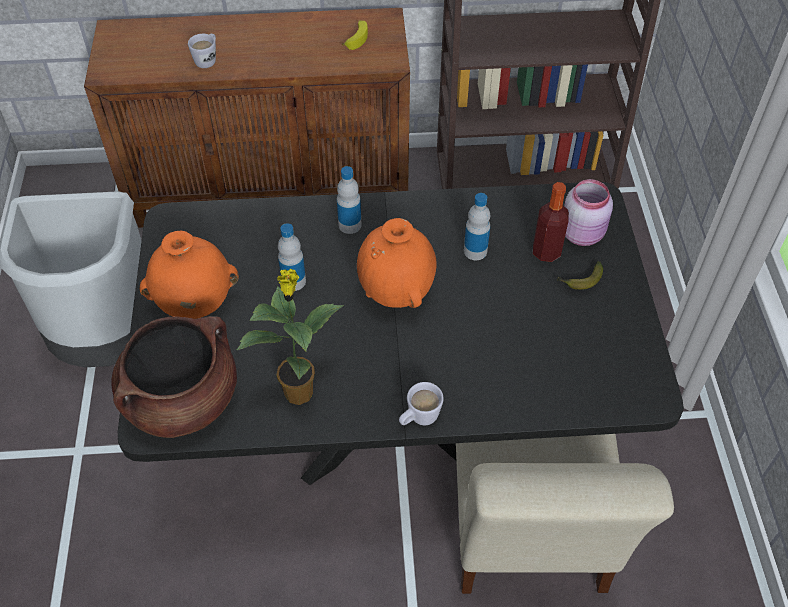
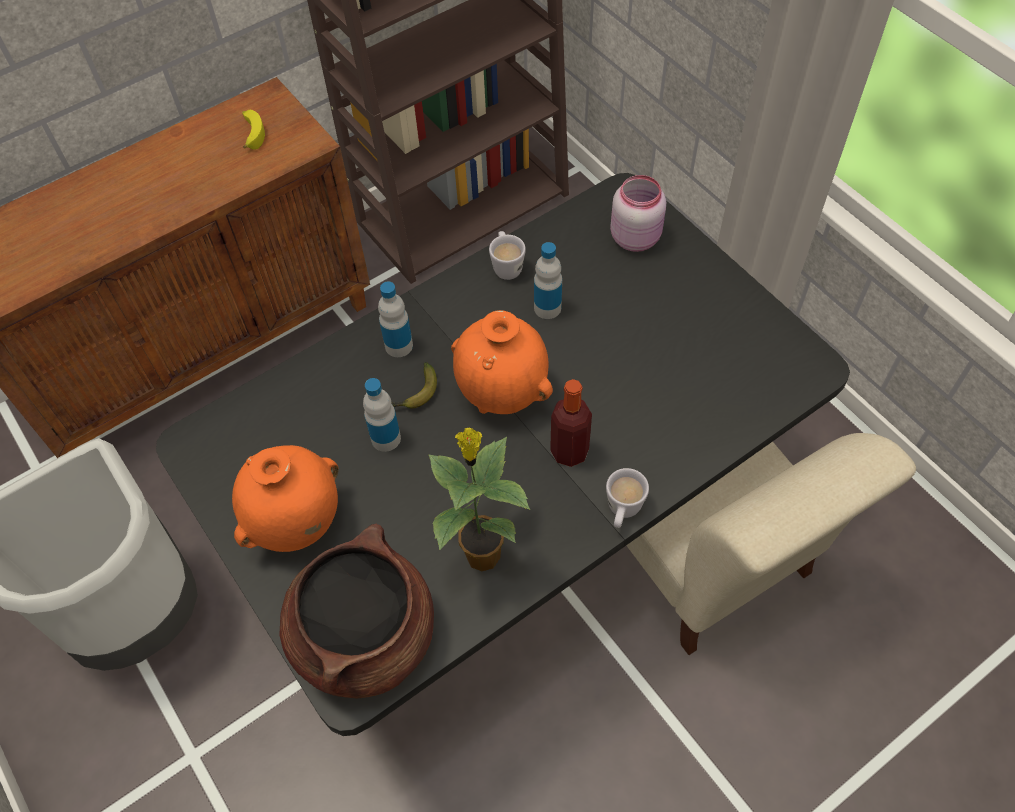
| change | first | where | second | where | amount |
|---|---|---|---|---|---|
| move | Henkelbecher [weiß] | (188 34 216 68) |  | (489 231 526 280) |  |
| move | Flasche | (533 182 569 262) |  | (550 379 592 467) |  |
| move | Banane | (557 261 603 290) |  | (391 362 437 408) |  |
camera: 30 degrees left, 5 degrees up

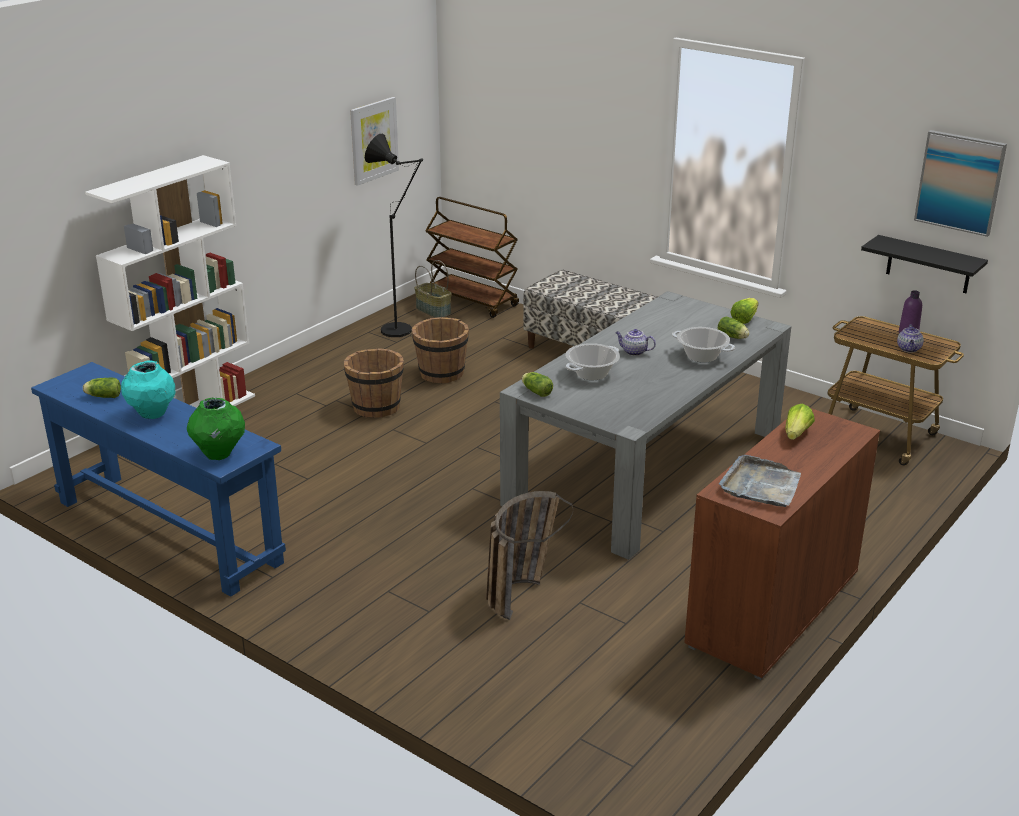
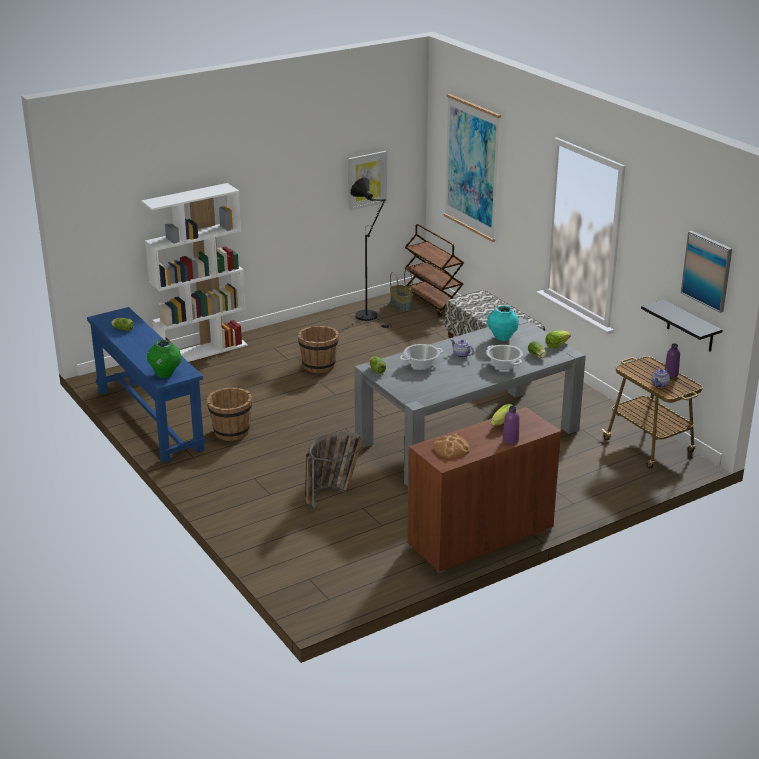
| change | first | where | second | where | amount |
|---|---|---|---|---|---|
| insert |  |  | Bild | (444 94 501 242) |  |
| insert |  |  | Flasche [lila] | (503 406 520 444) |  |
| move | Vase [türkis] | (121 360 175 419) |  | (487 305 519 341) |  |
| move | Eimer [braun] | (412 317 469 384) |  | (206 387 252 441) |  |
| replace | Tablett [grau] | (719 455 801 507) | Brot | (434 434 470 458) |  |
camera: 20 degrees right, 0 degrees up

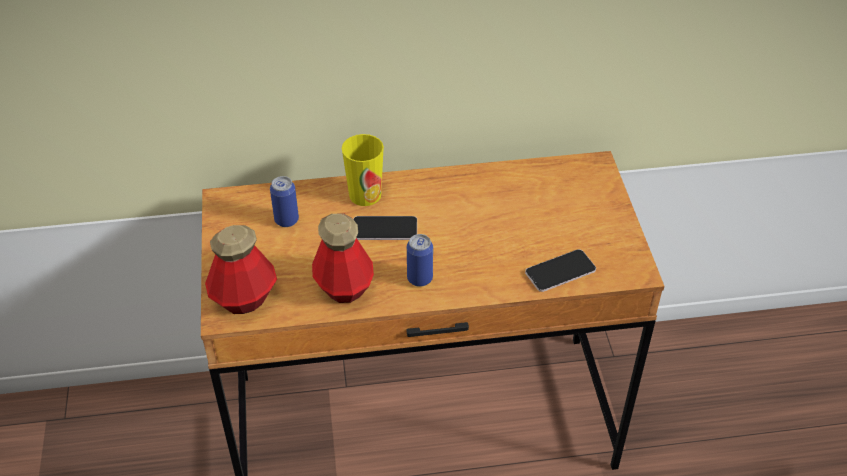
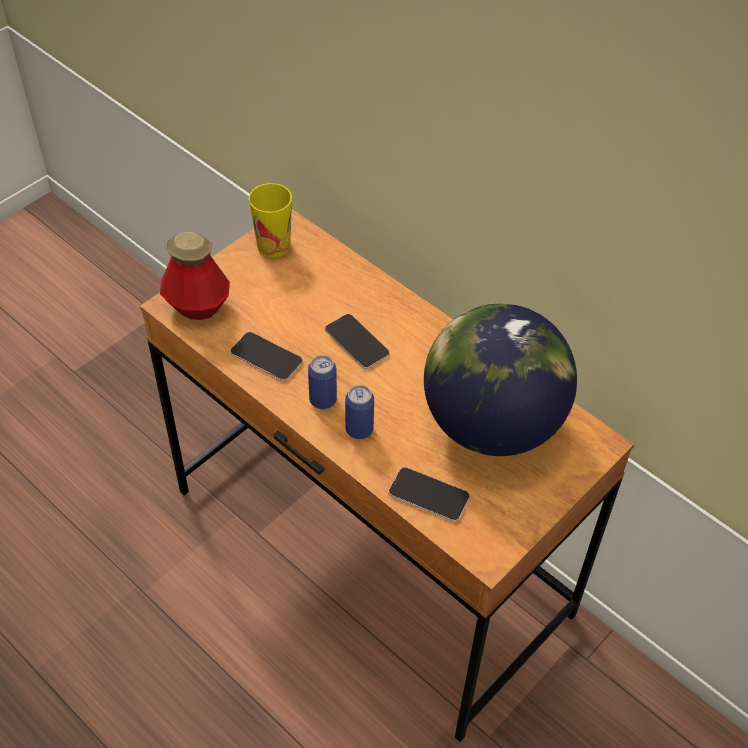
| change | first | where | second | where | amount |
|---|---|---|---|---|---|
| insert |  |  | Globus | (424 303 577 456) |  |
| move | Dose | (270 176 299 227) |  | (345 385 374 439) |  |
| move | Tasse | (342 134 384 206) |  | (249 183 292 258) |  |
| replace | Flasche | (312 214 374 303) | Handy | (230 332 303 381) |  |
camera: 50 degrees right, 5 degrees up

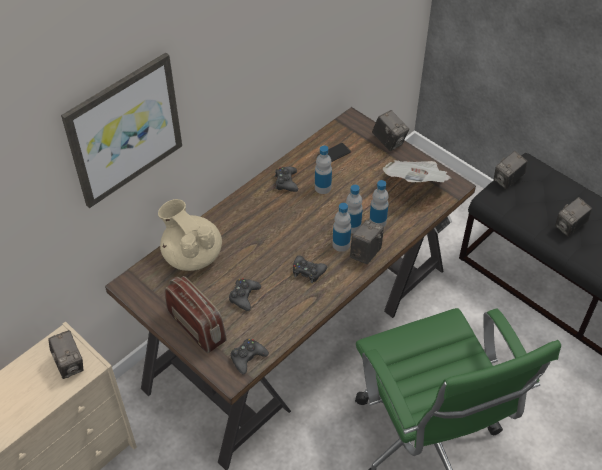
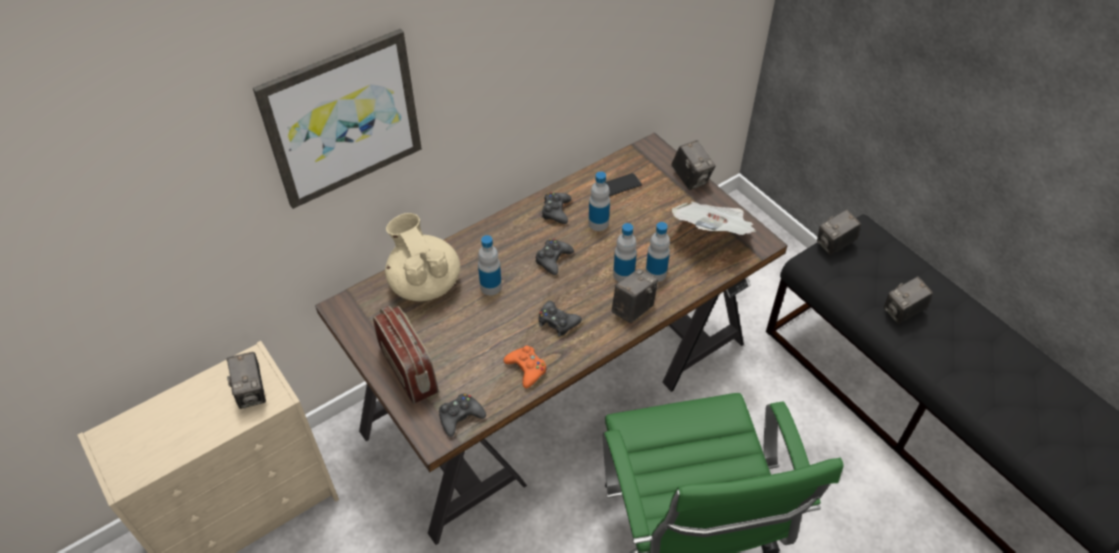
| change | first | where | second | where | amount |
|---|---|---|---|---|---|
| insert |  |  | Gamepad [orange] | (503 346 547 388) |  |
| move | Gamepad [schwarz] | (229 278 261 311) |  | (535 239 574 275) |  |
| move | Flasche | (332 203 351 252) |  | (478 235 502 295) |  |
camera: 10 degrees right, 0 degrees up

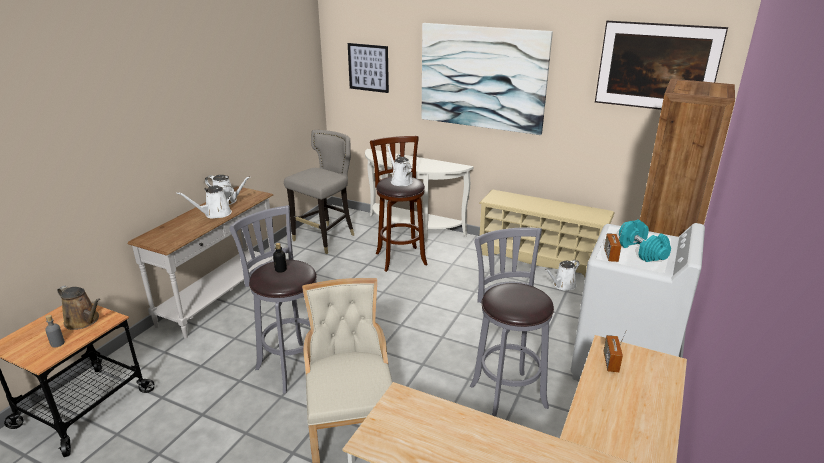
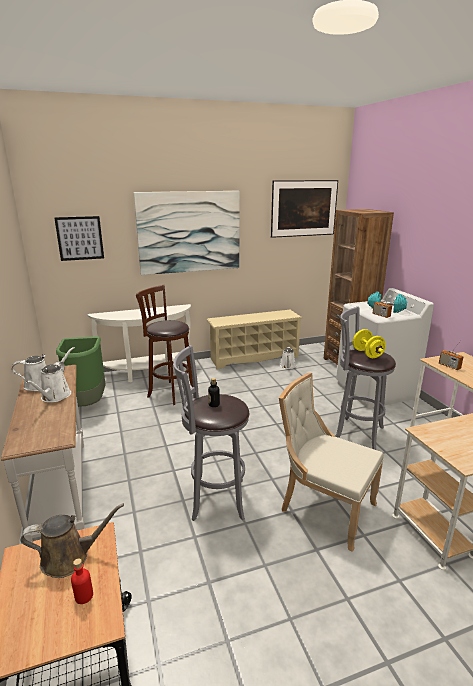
| change | first | where | second | where | amount |
|---|---|---|---|---|---|
| delete | Gießkanne [weiß] | (387 146 413 186) |  |  |  |
| insert |  |  | Hantel [gelb] | (353 329 386 358) |  |
| replace | Hocker [grau] | (284 130 354 254) | Mülleimer [grün] | (56 336 106 407) |  |
| recolor | Flasche [grau] | (45 315 65 348) | Flasche [rot] | (71 558 93 604) |  |
camera: 45 degrees left, 5 degrees down

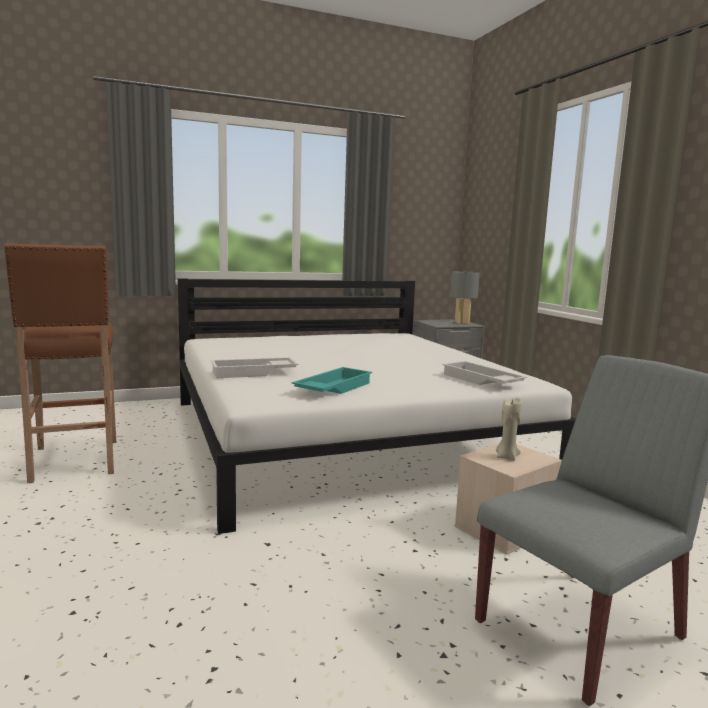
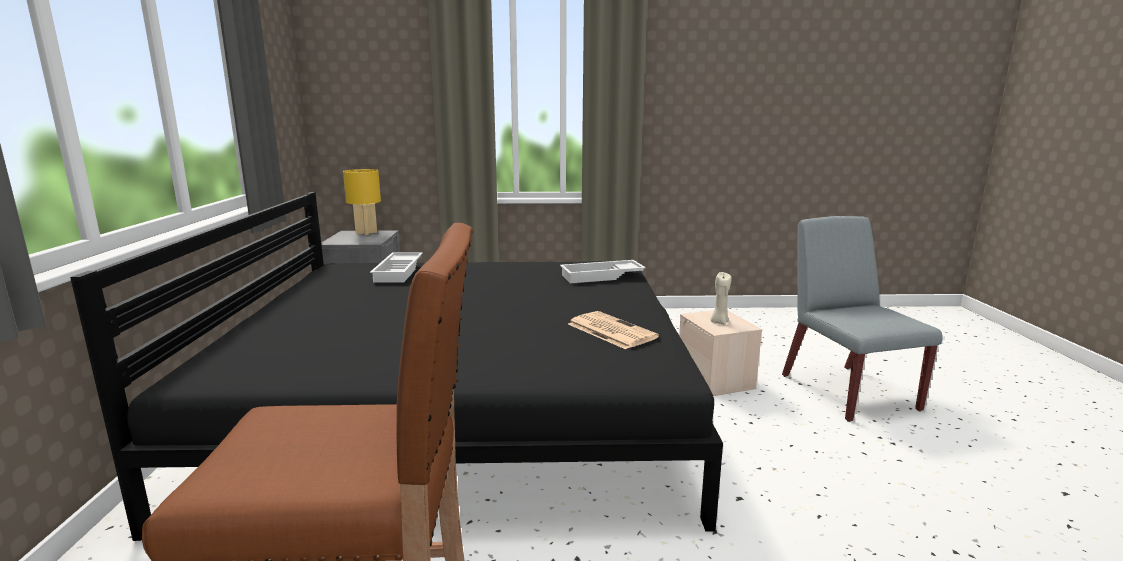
| change | first | where | second | where | amount |
|---|---|---|---|---|---|
| move | Tablett [weiß] | (211 357 298 378) |  | (370 252 423 283) |  |
| replace | Tablett [türkis] | (292 367 372 394) | Zeitung | (568 311 659 349) |  |
| recolor | Bett [weiß] | (178 278 576 534) | Bett [schwarz] | (70 192 723 541) |  |
| recolor | Tischlampe [grau] | (450 271 480 324) | Tischlampe [gelb] | (343 169 381 235) |  |
camera: 70 degrees left, 5 degrees up

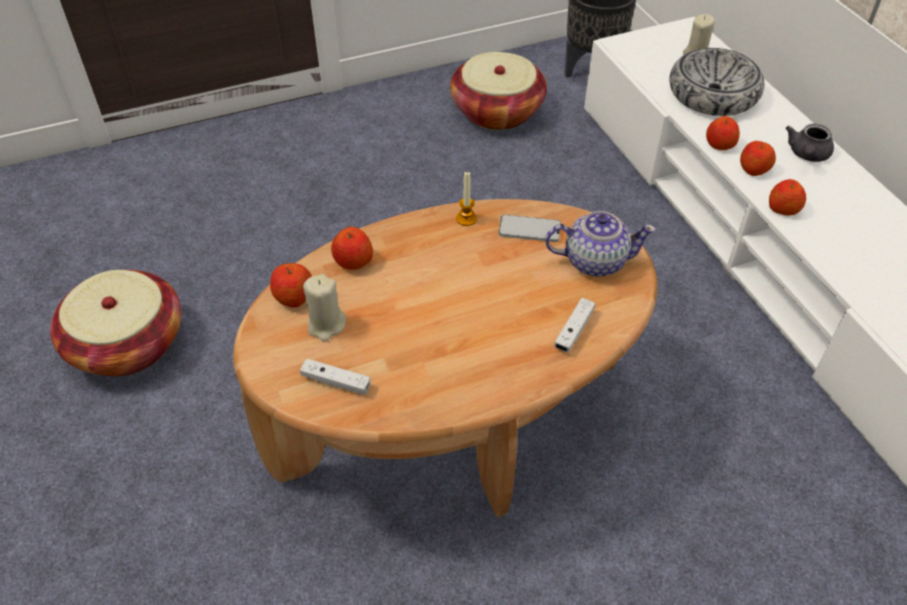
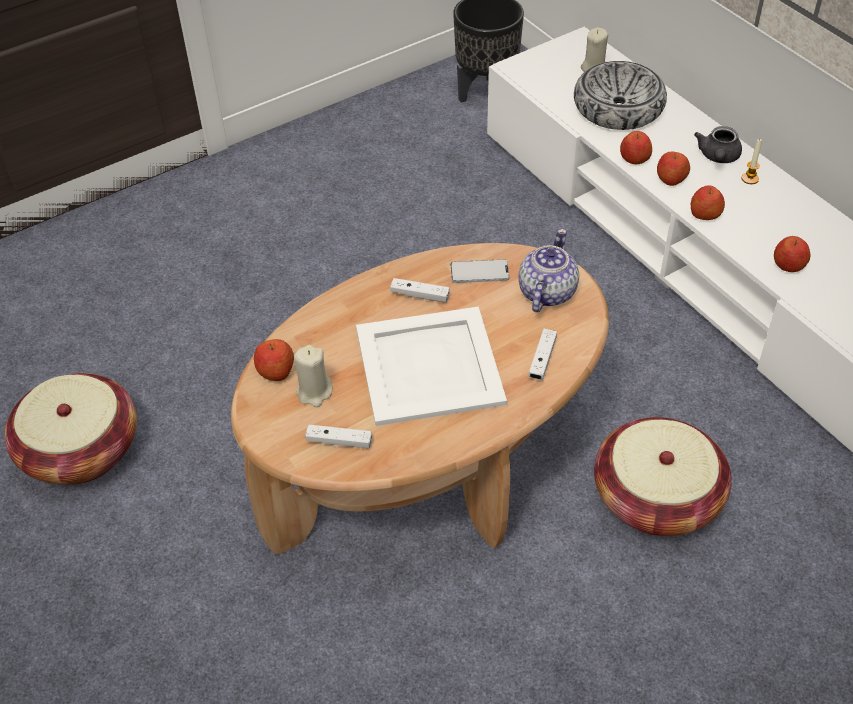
| change | first | where | second | where | amount |
|---|---|---|---|---|---|
| insert |  |  | Tablett [weiß] | (356 306 507 426) |  |
| insert |  |  | Gamepad [weiß] | (390 278 450 303) |  |
| move | Apfel | (331 227 373 270) |  | (774 236 810 272) |  |
| move | Korb | (450 52 547 130) |  | (594 417 732 536) |  |
| move | Kerze | (456 172 477 226) |  | (741 139 762 184) |  |
| rotate | Teekanne | (545 211 656 277) |  | (518 229 579 312) | 60 degrees counterclockwise |
camera: 10 degrees left, 0 degrees up

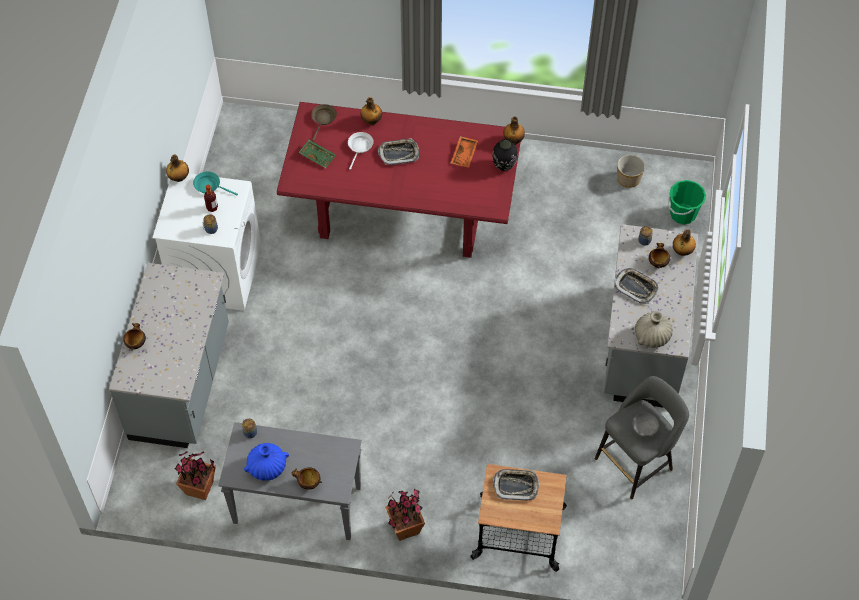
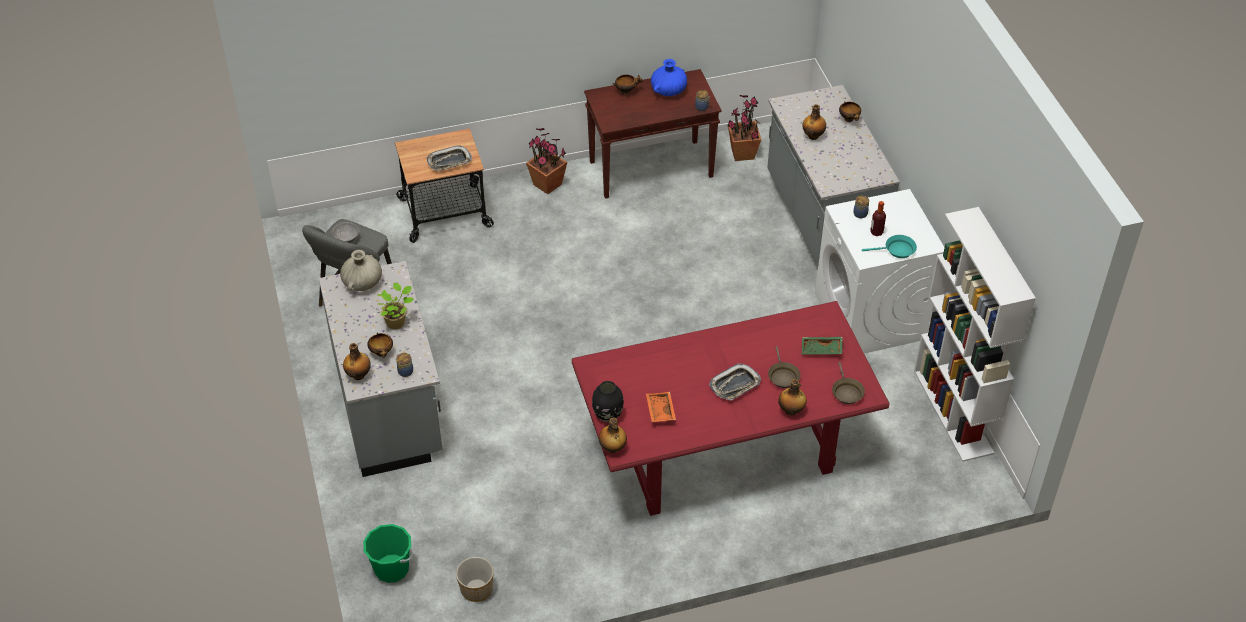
| change | first | where | second | where | amount |
|---|---|---|---|---|---|
| insert |  |  | Bücherregal [weiß] | (914 207 1036 462) |  |
| move | Flasche | (166 155 189 182) |  | (802 104 826 140) |  |
| replace | Tablett | (614 268 658 304) | Topfpflanze | (377 283 414 329) |  |
| recolor | Konsolentisch [grau] | (218 422 362 540) | Konsolentisch [braun] | (584 69 722 199) |  |
| recolor | Pfanne [weiß] | (348 132 374 170) | Pfanne [braun] | (768 346 800 388) |  |
camera: 155 degrees right, 10 degrees down

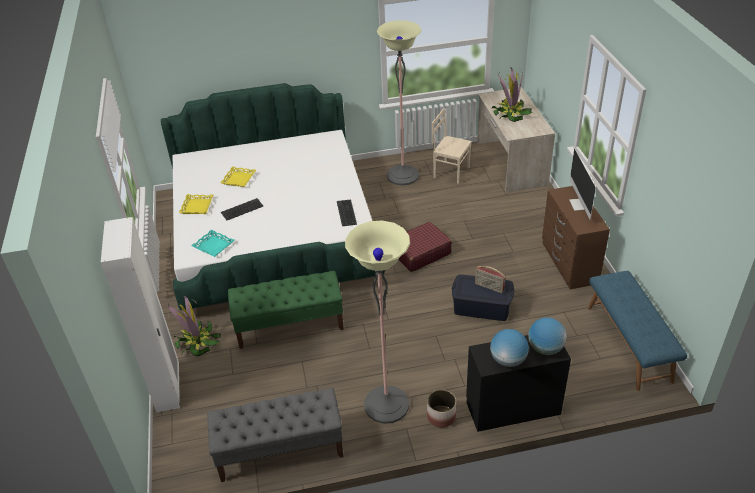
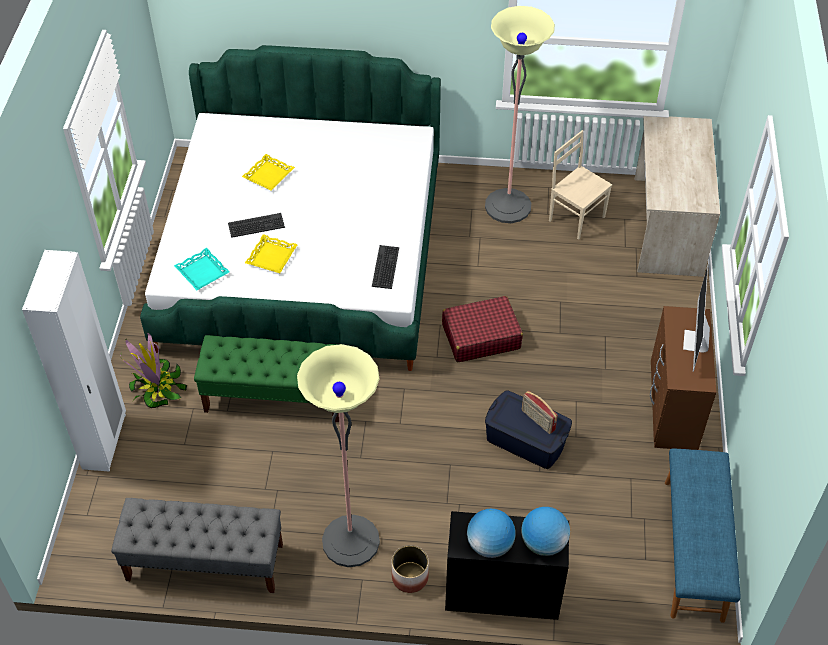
| change | first | where | second | where | amount |
|---|---|---|---|---|---|
| delete | Topfpflanze | (492 67 532 122) |  |  |  |
| move | Tablett [gelb] | (179 194 213 214) |  | (245 234 298 273) |  |
camera: 15 degrees right, 10 degrees up

